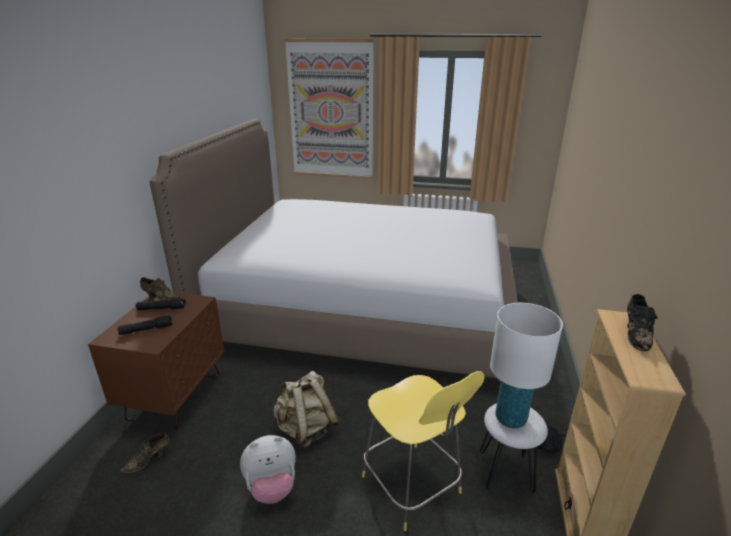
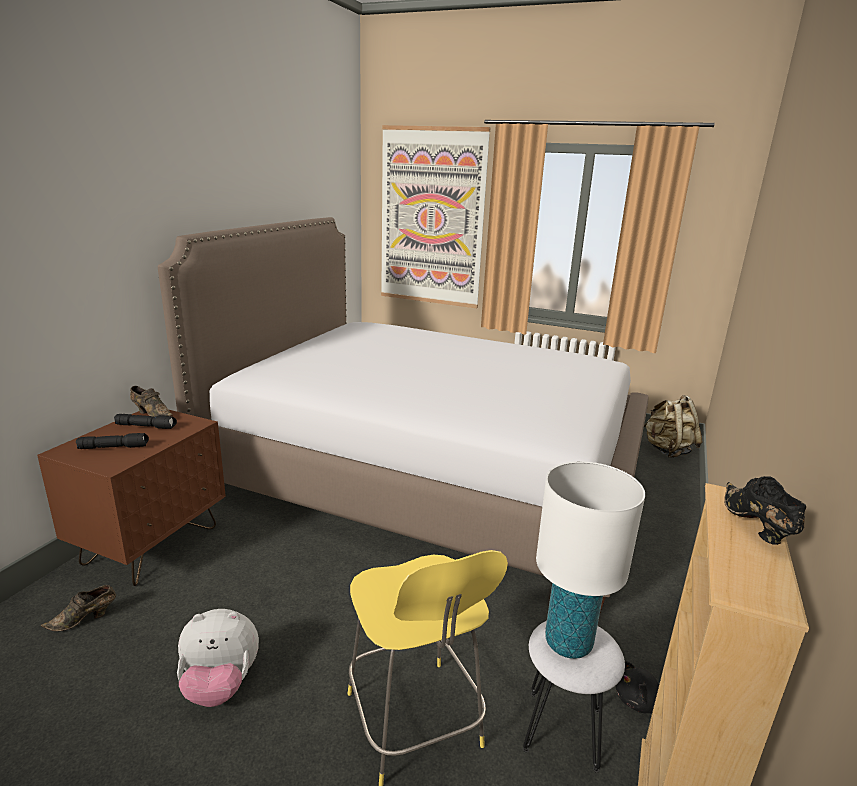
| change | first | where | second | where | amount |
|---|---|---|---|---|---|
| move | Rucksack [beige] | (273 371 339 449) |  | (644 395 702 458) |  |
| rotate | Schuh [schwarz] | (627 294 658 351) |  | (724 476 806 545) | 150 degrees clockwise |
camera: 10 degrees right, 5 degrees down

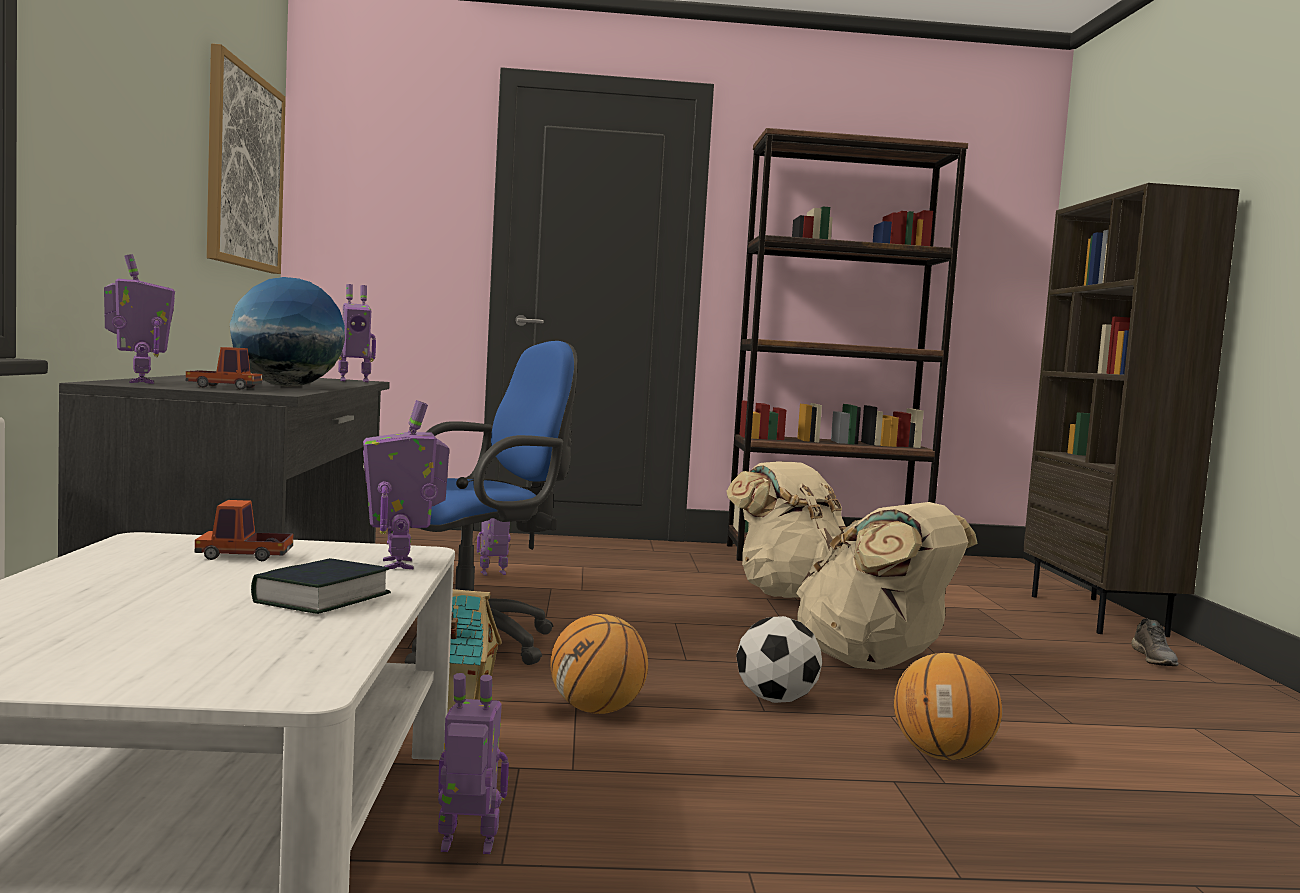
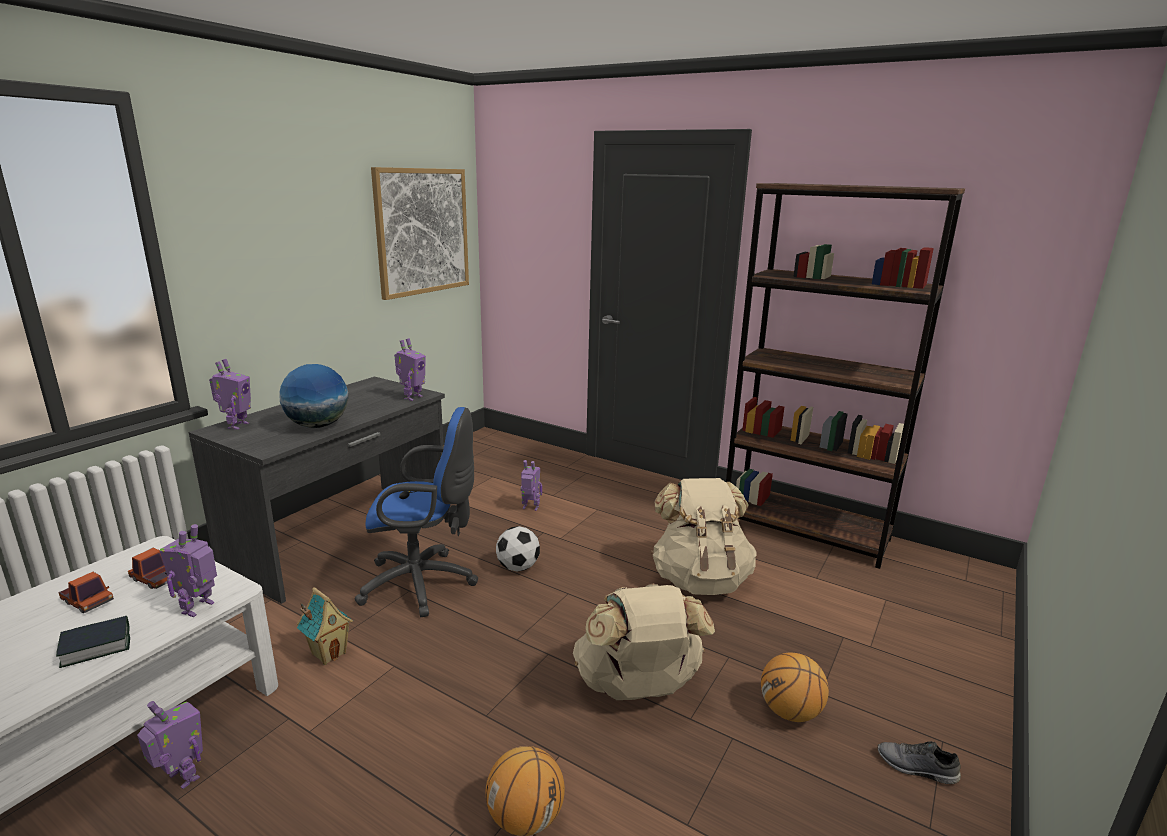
| change | first | where | second | where | amount |
|---|---|---|---|---|---|
| delete | Bücherregal [braun] | (1023 183 1240 637) |  |  |  |
| move | Spielzeuglaster | (186 347 262 390) |  | (58 572 114 613) |  |
| move | Basketball | (550 614 648 714) |  | (761 653 829 722) |  |
| move | Fußball | (736 616 822 703) |  | (496 526 540 572) |  |
| rotate | Spielzeugroboter | (338 284 376 382) |  | (394 338 426 401) | 75 degrees counterclockwise |
| rotate | Schuh [grau] | (1132 618 1179 666) |  | (878 741 961 784) | 75 degrees clockwise |
camera: 35 degrees right, 15 degrees up

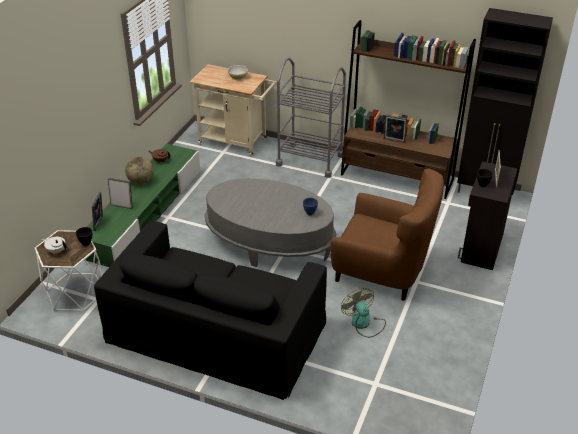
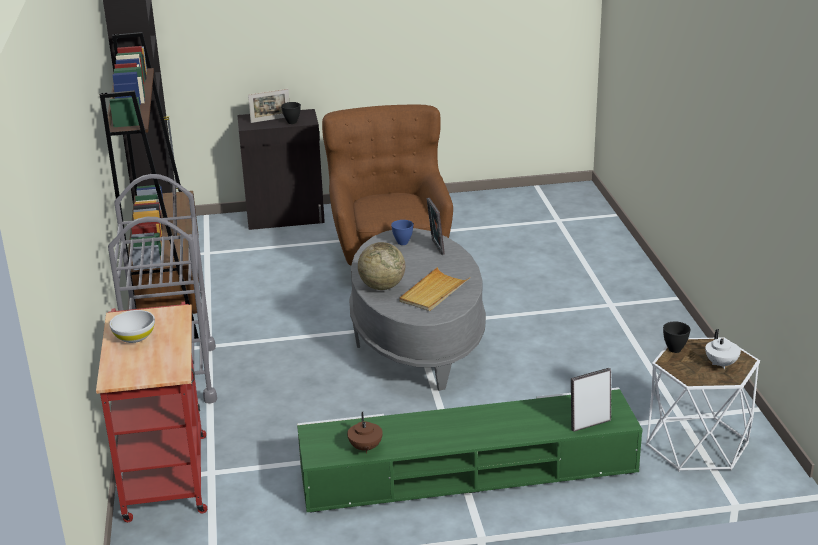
| change | first | where | second | where | amount |
|---|---|---|---|---|---|
| delete | Sofa [schwarz] | (94 220 327 400) |  |  |  |
| delete | Ventilator | (341 288 386 338) |  |  |  |
| insert |  |  | Tablett [beige] | (399 267 470 311) |  |
| move | Bilderrahmen | (108 178 133 209) |  | (427 198 445 255) |  |
| move | Globus | (125 156 154 185) |  | (358 242 405 290) |  |
| recolor | Rollwagen [beige] | (190 64 277 156) | Rollwagen [rot] | (96 302 207 522) |  |
camera: 120 degrees left, 10 degrees down

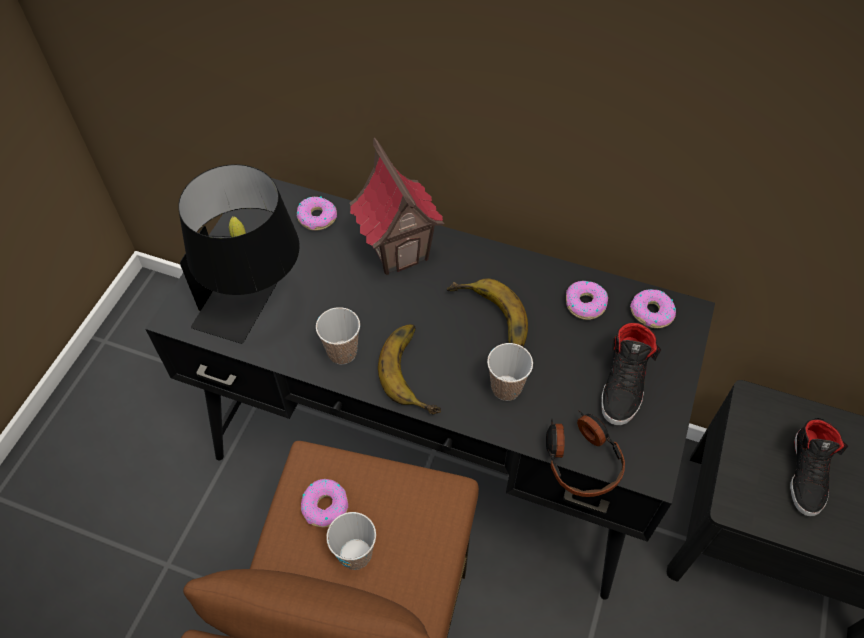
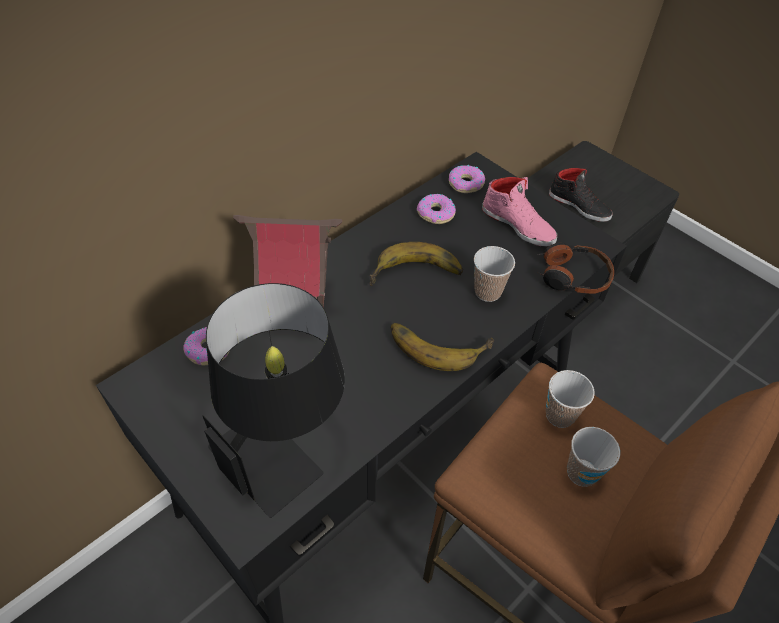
| change | first | where | second | where | amount |
|---|---|---|---|---|---|
| delete | Donut | (301 479 348 527) |  |  |  |
| move | Tasse | (316 307 360 365) |  | (546 370 595 428) |  |
| recolor | Schuh [schwarz] | (601 322 661 426) | Schuh [rosa] | (482 177 557 247) |  |
camera: 65 degrees left, 5 degrees down

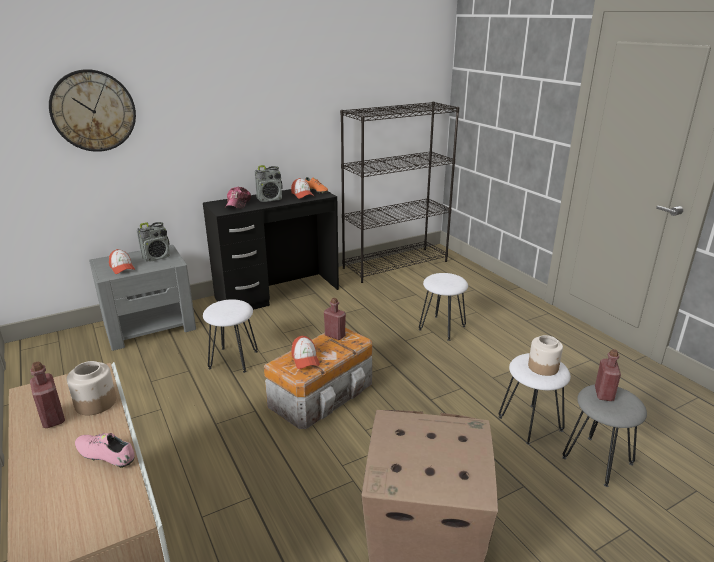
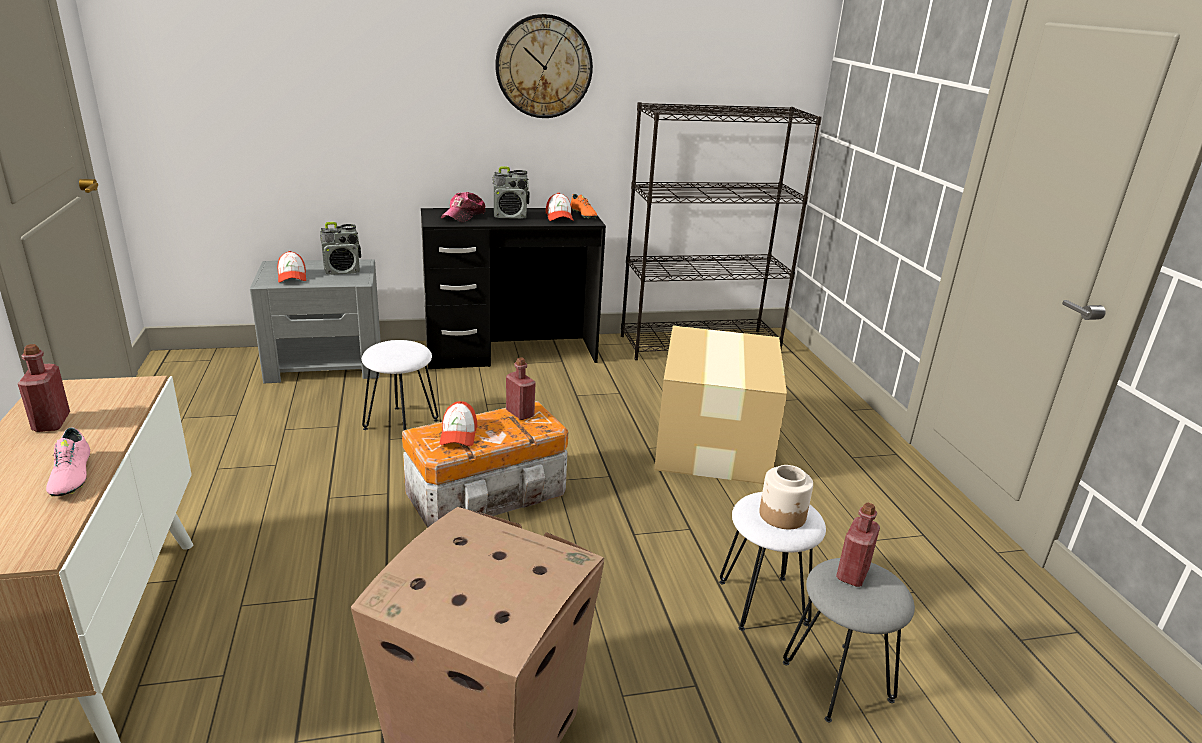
| change | first | where | second | where | amount |
|---|---|---|---|---|---|
| delete | Vorratsglas | (67 361 116 415) |  |  |  |
| move | Wanduhr | (49 69 136 152) |  | (495 14 593 118) |  |
| replace | Hocker [weiß] | (419 273 468 341) | Karton | (654 326 787 484) |  |
| rotate | Schuh [rosa] | (75 433 134 468) |  | (46 427 90 496) | 150 degrees counterclockwise |
camera: 15 degrees right, 0 degrees up

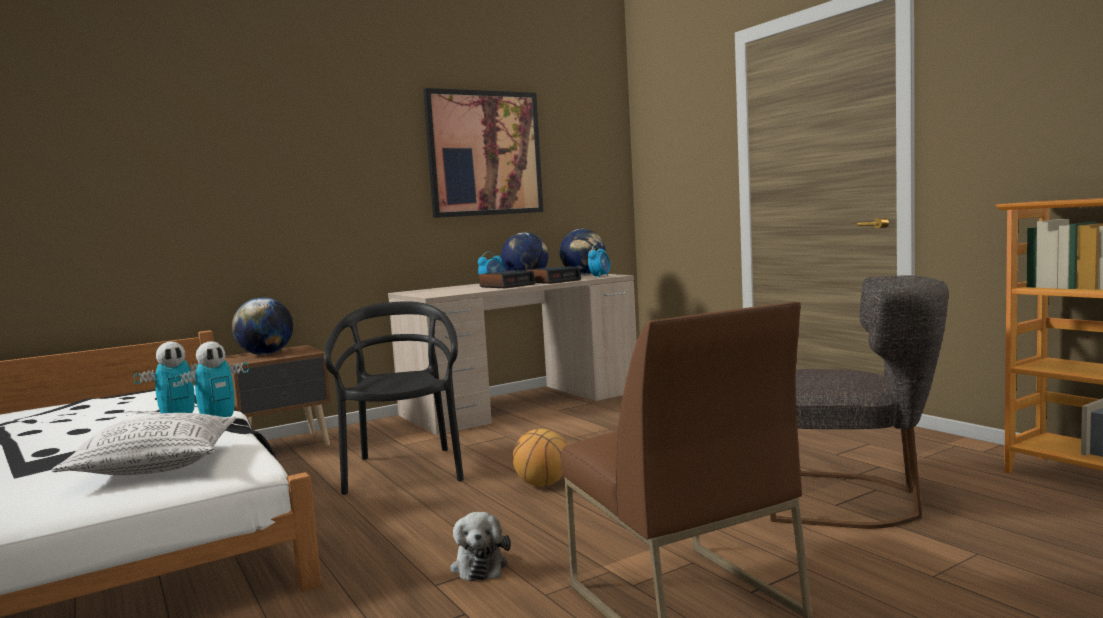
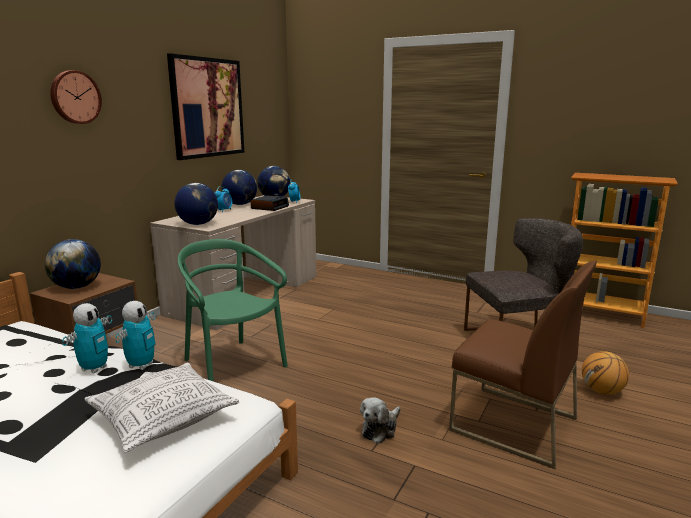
| change | first | where | second | where | amount |
|---|---|---|---|---|---|
| delete | Wecker | (479 270 536 288) |  |  |  |
| insert |  |  | Wanduhr | (50 70 102 124) |  |
| insert |  |  | Globus | (174 183 218 225) |  |
| move | Basketball | (513 429 567 487) |  | (582 351 629 395) |  |
| recolor | Stuhl [schwarz] | (324 301 464 495) | Stuhl [grün] | (178 239 288 382) |  |
| rotate | Plüschtier | (450 512 511 581) |  | (360 397 400 444) | 75 degrees clockwise |
camera: 30 degrees left, 10 degrees up

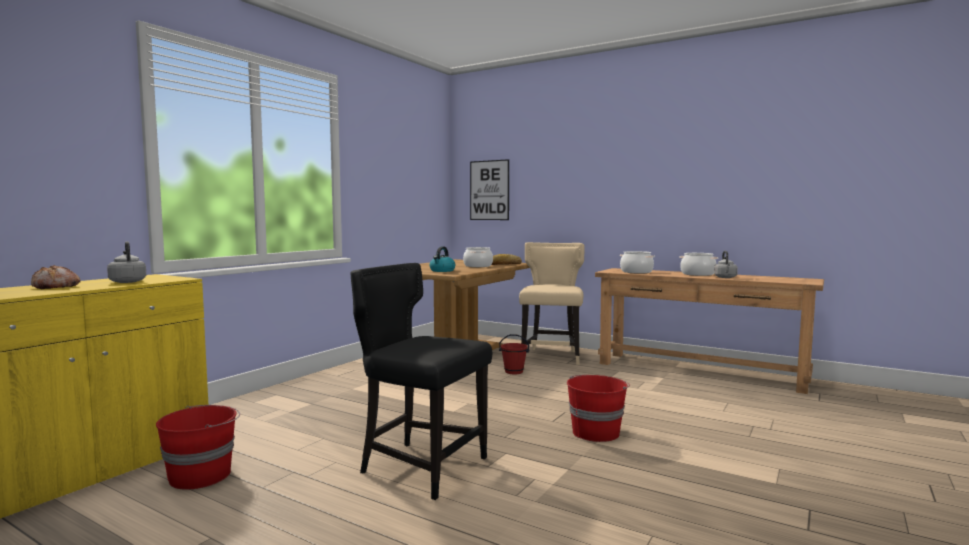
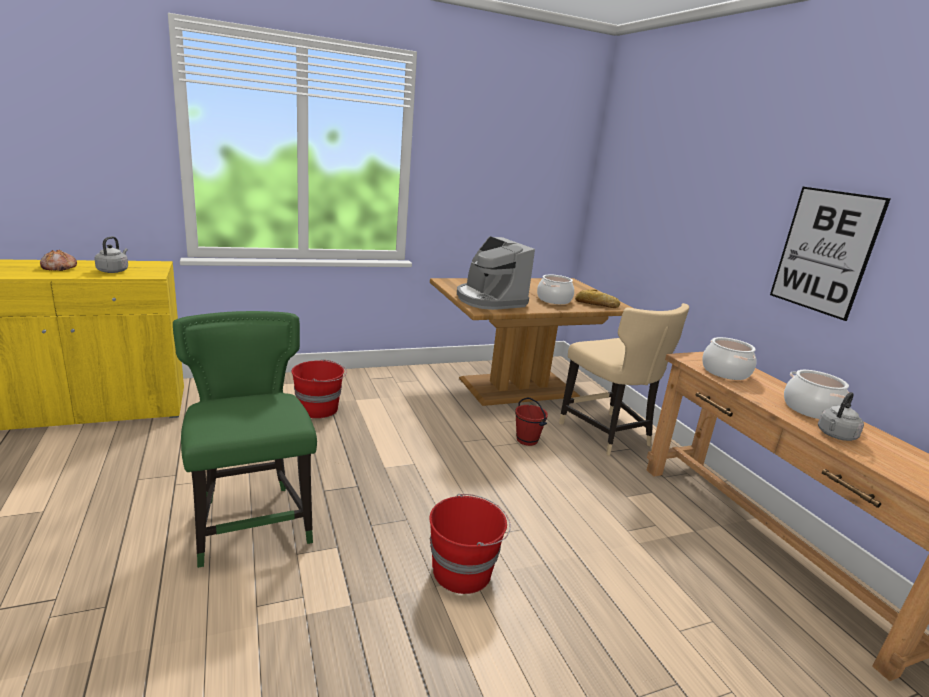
| change | first | where | second | where | amount |
|---|---|---|---|---|---|
| move | Eimer [rot] | (156 405 240 490) |  | (292 359 347 418) |  |
| move | Bild | (470 159 509 220) |  | (770 187 891 321) |  |
| replace | Wasserkessel | (430 246 455 272) | Kaffeemaschine | (457 236 535 310) |  |
| recolor | Stuhl [schwarz] | (350 263 492 500) | Stuhl [grün] | (173 311 317 568) |  |
| rotate | Stuhl [beige] | (519 242 585 365) |  | (559 303 689 455) | 105 degrees clockwise |
camera: 35 degrees right, 15 degrees up

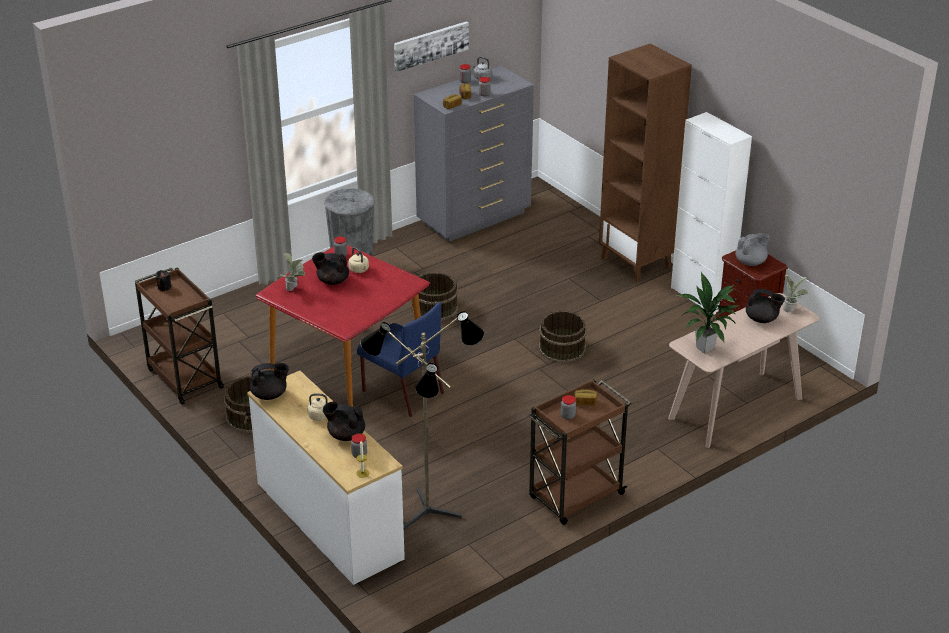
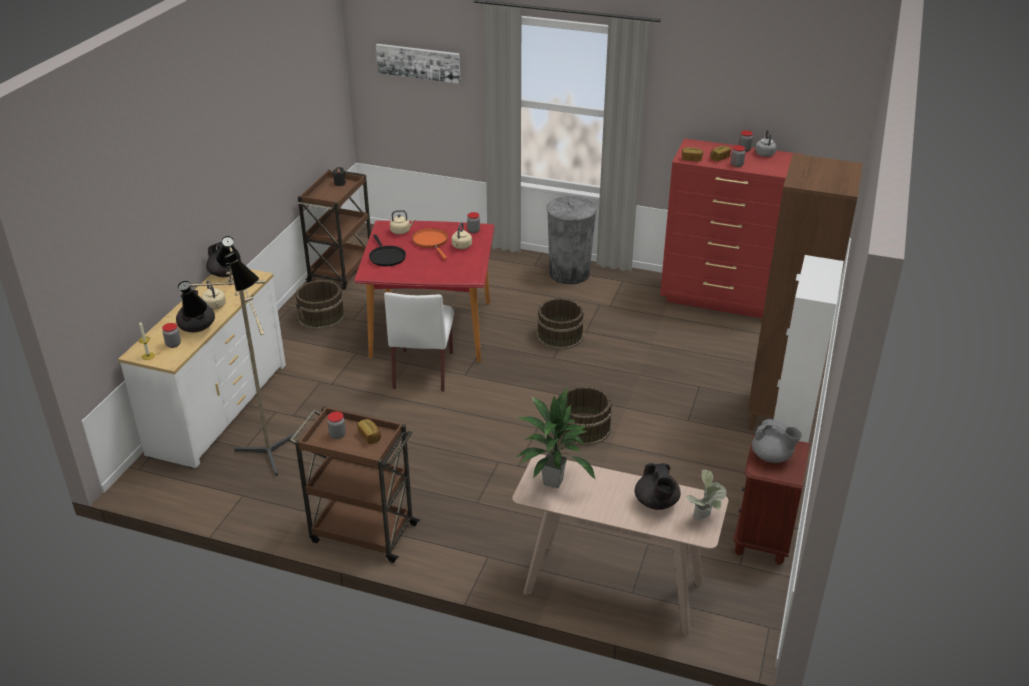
| change | first | where | second | where | amount |
|---|---|---|---|---|---|
| insert |  |  | Pfanne [schwarz] | (369 234 406 266) |  |
| move | Bild | (394 21 469 72) |  | (376 44 460 84) |  |
| replace | Topfpflanze | (280 253 305 291) | Wasserkessel [beige] | (390 210 415 235) |  |
| replace | Teekanne [schwarz] | (312 252 349 285) | Pfanne [orange] | (412 228 448 259) |  |
| recolor | Stuhl [blau] | (357 302 444 417) | Stuhl [weiß] | (384 292 454 392) |  |
| recolor | Kommode [grau] | (414 66 534 242) | Kommode [rot] | (660 138 803 318) |  |
camera: 55 degrees right, 0 degrees up

